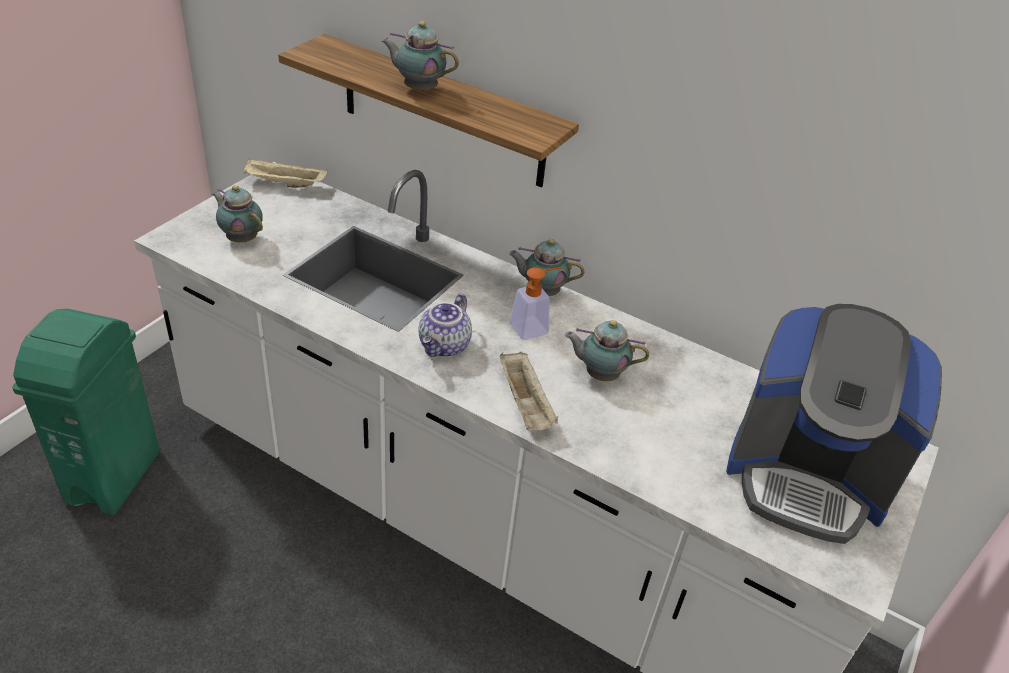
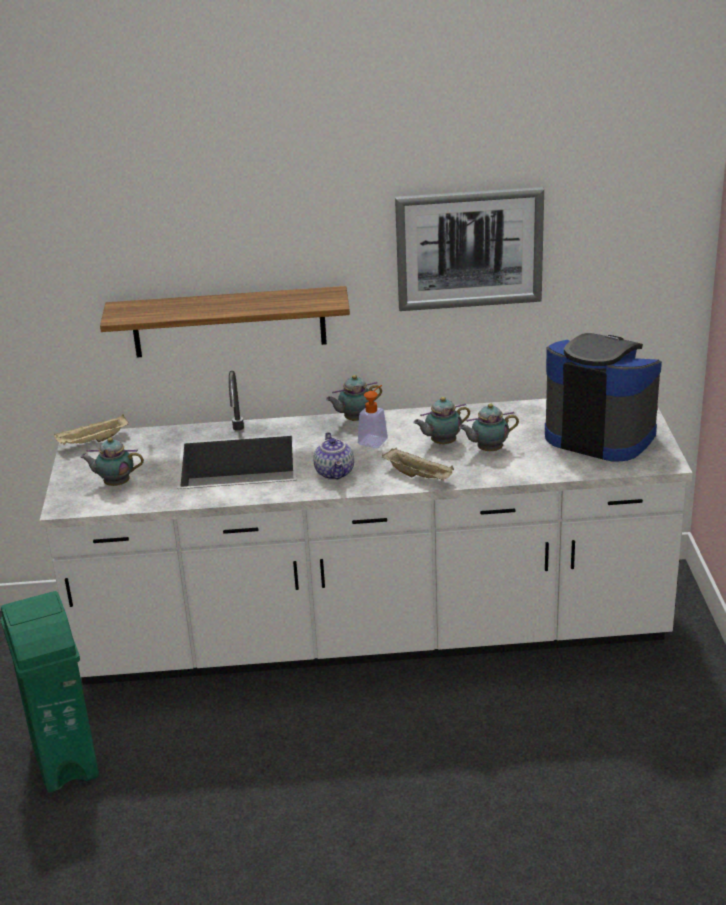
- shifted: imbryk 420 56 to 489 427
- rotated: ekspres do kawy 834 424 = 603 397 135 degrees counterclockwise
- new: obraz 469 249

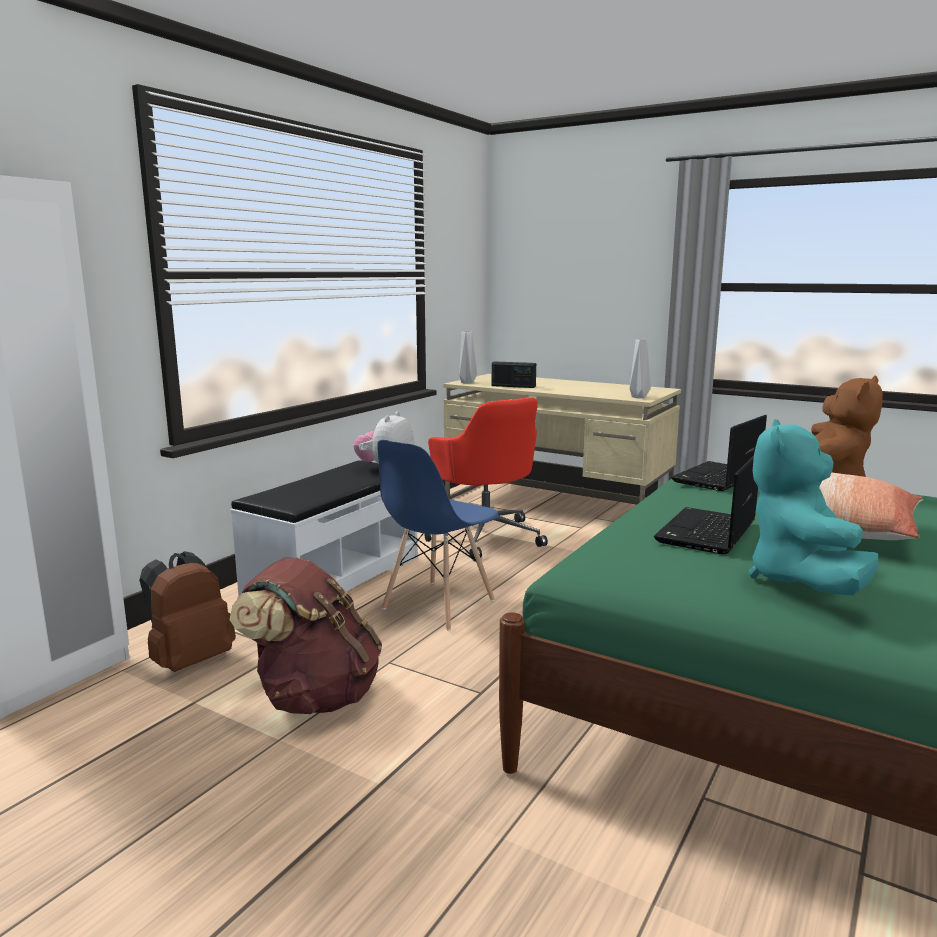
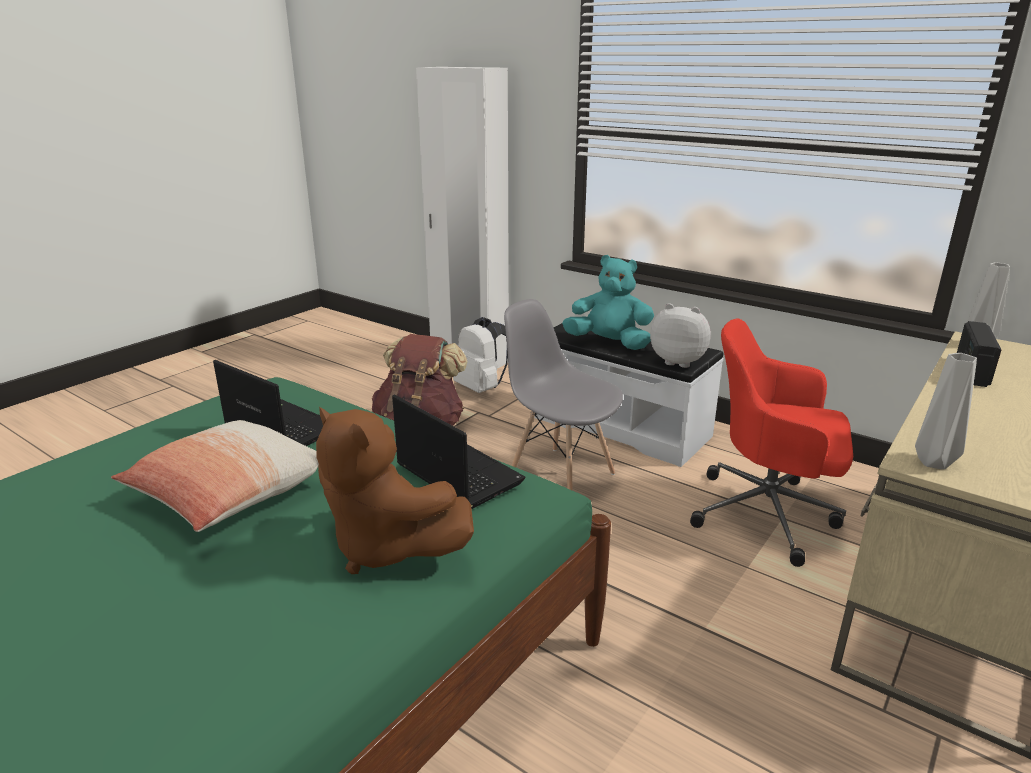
- rotated: krzesło biurowe/czerwony 486 477 = 771 442 45 degrees clockwise
- shifted: pluszak/turkusowy 814 507 to 608 302
- repainted: krzesło/niebieski 438 535 to krzesło/szary 563 394
- repainted: plecak/brązowy 187 611 to plecak/biały 480 355

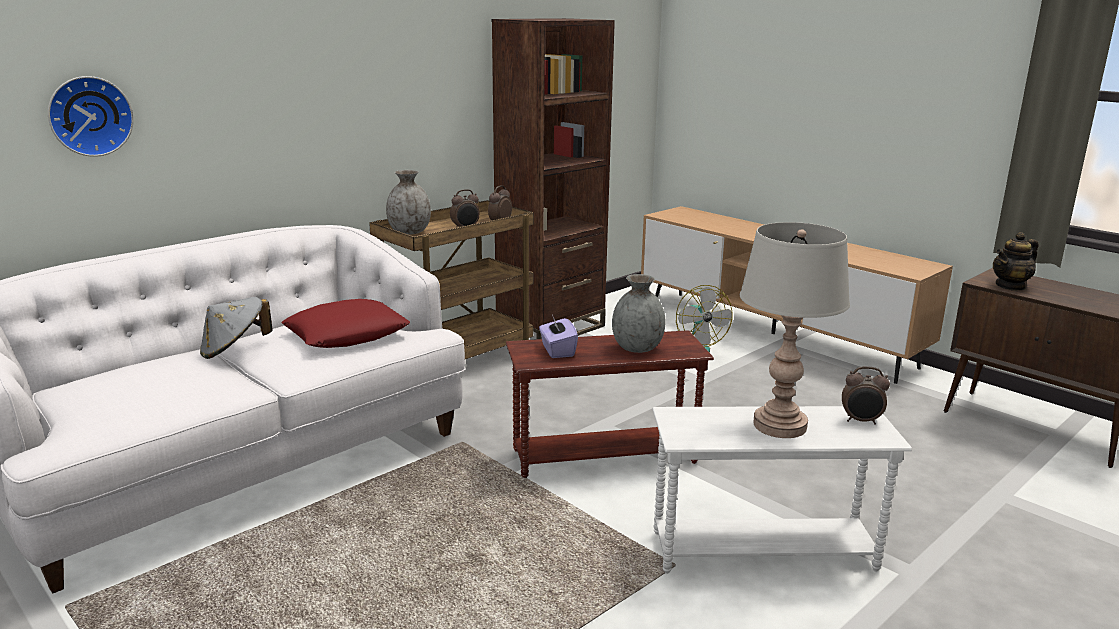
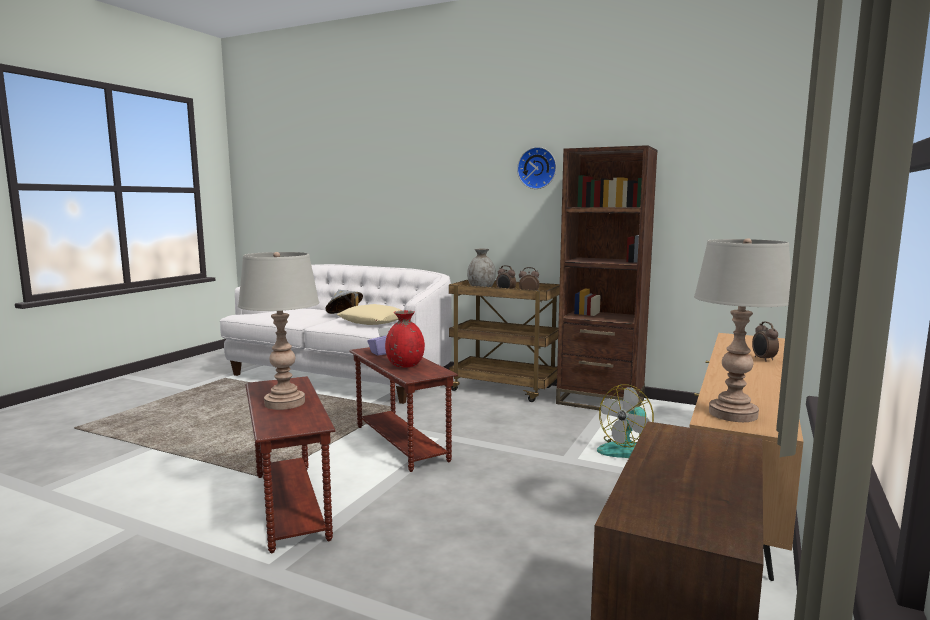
- shifted: zegar ścienny 91 116 to 536 168
- gone: imbryk 1016 261
- repainted: wazon/szary 638 313 to wazon/czerwony 405 339
- repainted: poduszka/czerwony 345 323 to poduszka/beżowy 369 314
- shifted: budzik 866 395 to 765 341
- repainted: stolik/biały 782 490 to stolik/brązowy 290 464
- new: lampa stołowa/szary 742 330

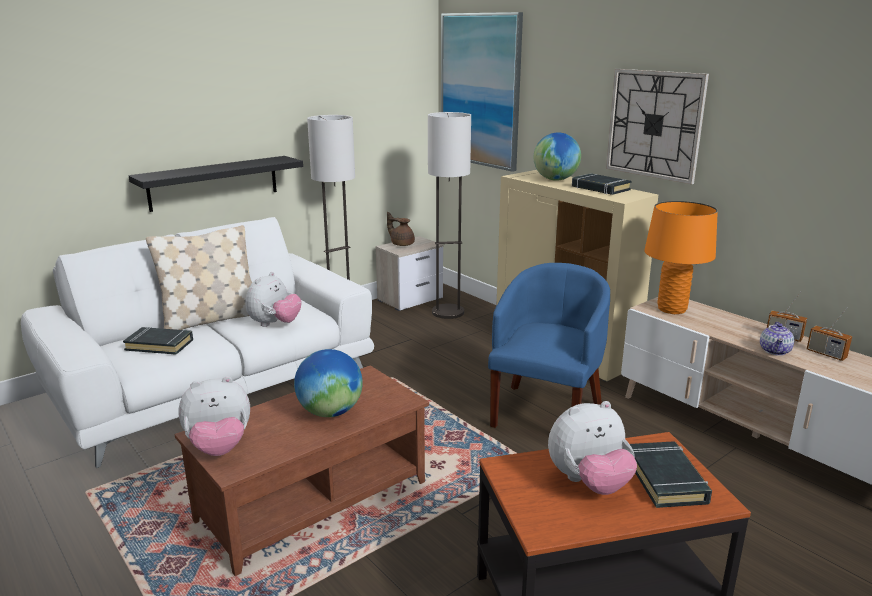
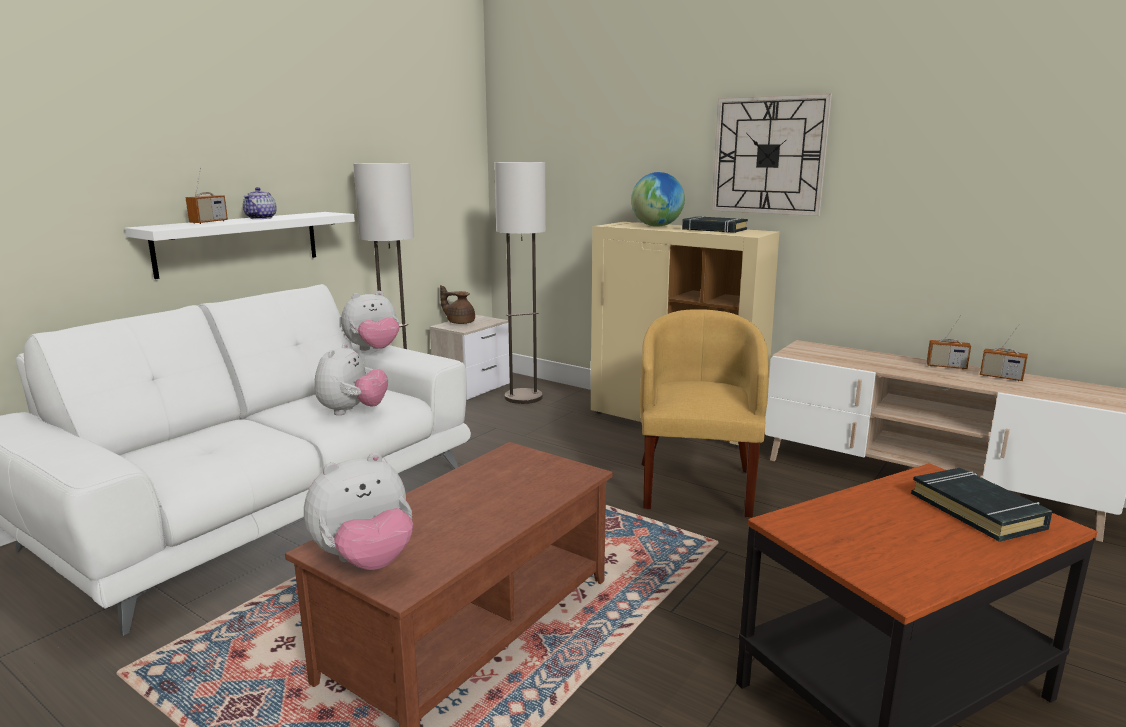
- gone: obraz 482 92
- repainted: półka/czarny 216 184 to półka/biały 240 245
- gone: lampa stołowa/pomarańczowy 681 257
- gone: poduszka/beżowy 199 277
- repainted: fotel/niebieski 549 345 to fotel/żółty 704 413
- shifted: imbryk 777 339 to 260 203
- gone: książka/czarny 158 341
- gone: globus 328 383
- shifted: pluszak 592 448 to 370 321
- new: radio 206 195

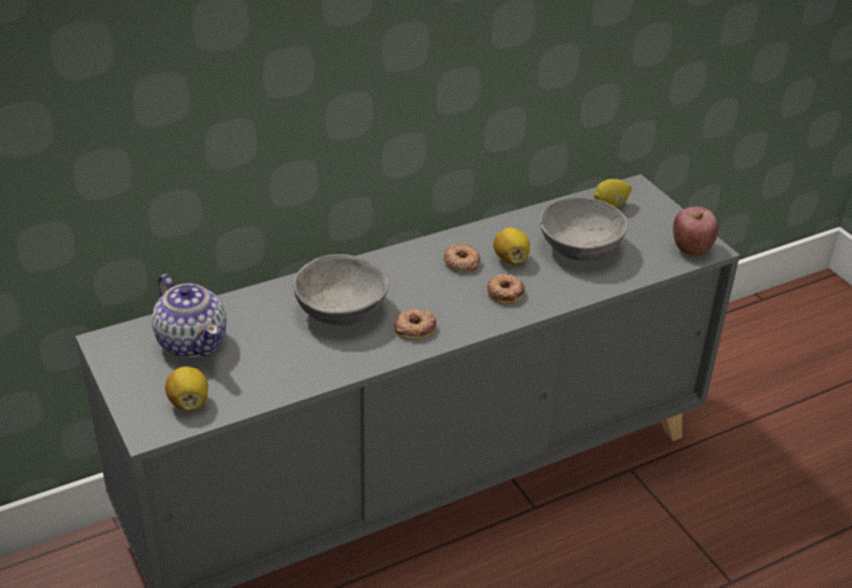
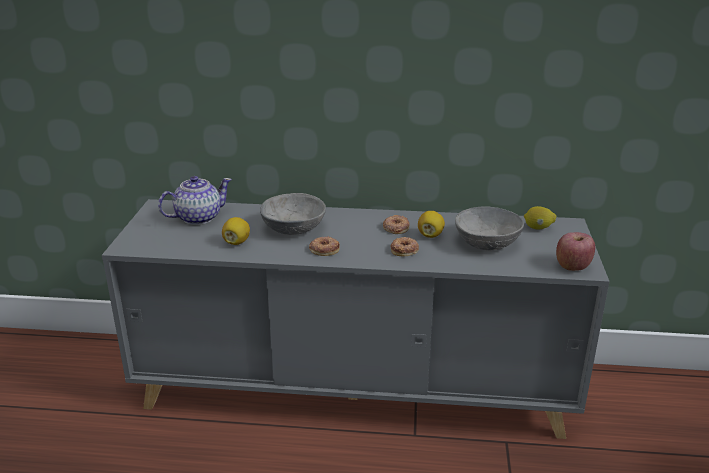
- rotated: imbryk 189 316 = 195 200 120 degrees counterclockwise
- shifted: cytryna 186 388 to 236 231

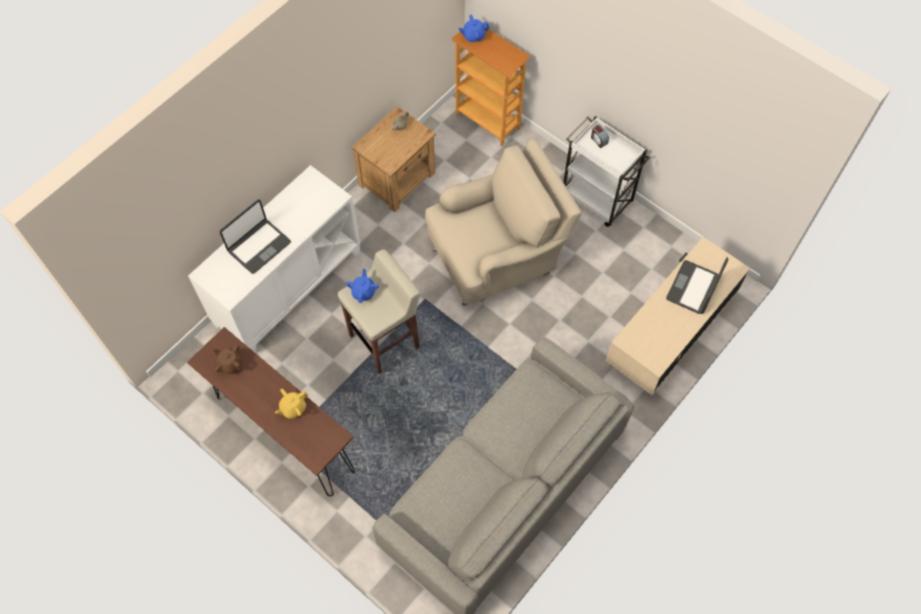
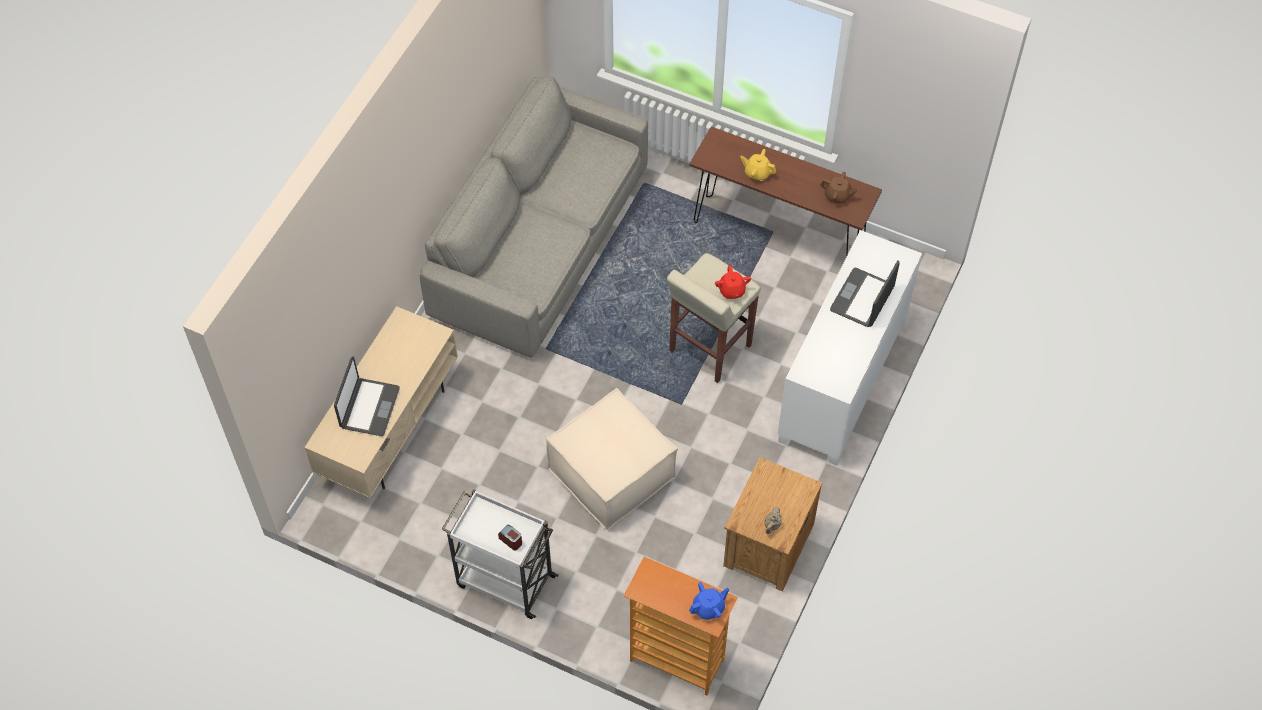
- swapped: fotel/beżowy 503 222 to pufa/beżowy 612 459
- repainted: imbryk/niebieski 362 286 to imbryk/czerwony 733 282
- rotated: imbryk/żółty 291 404 = 758 165 105 degrees counterclockwise

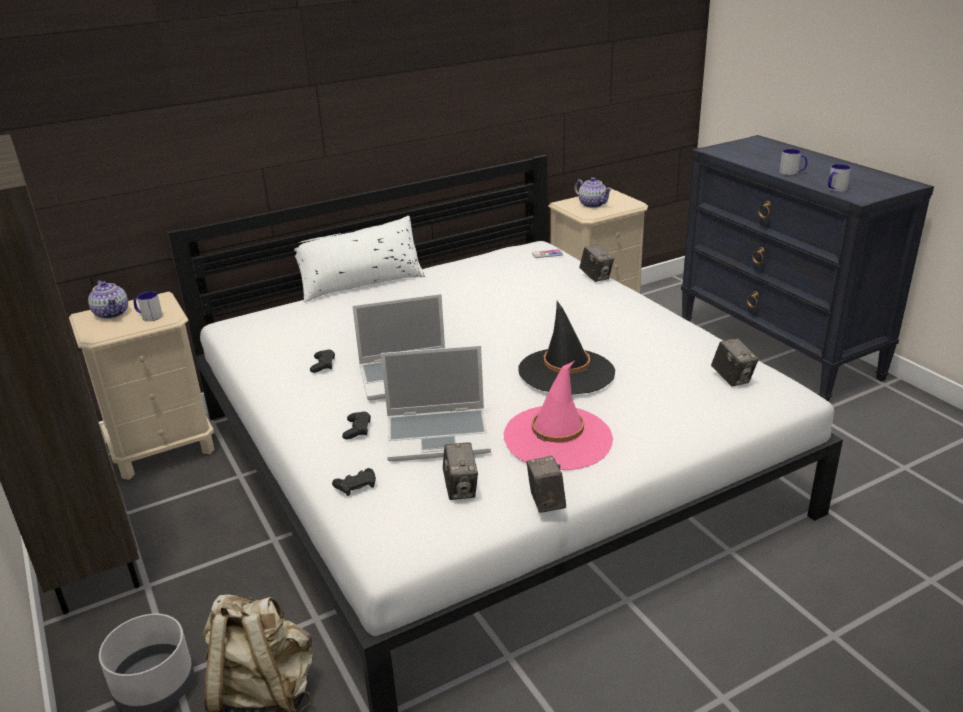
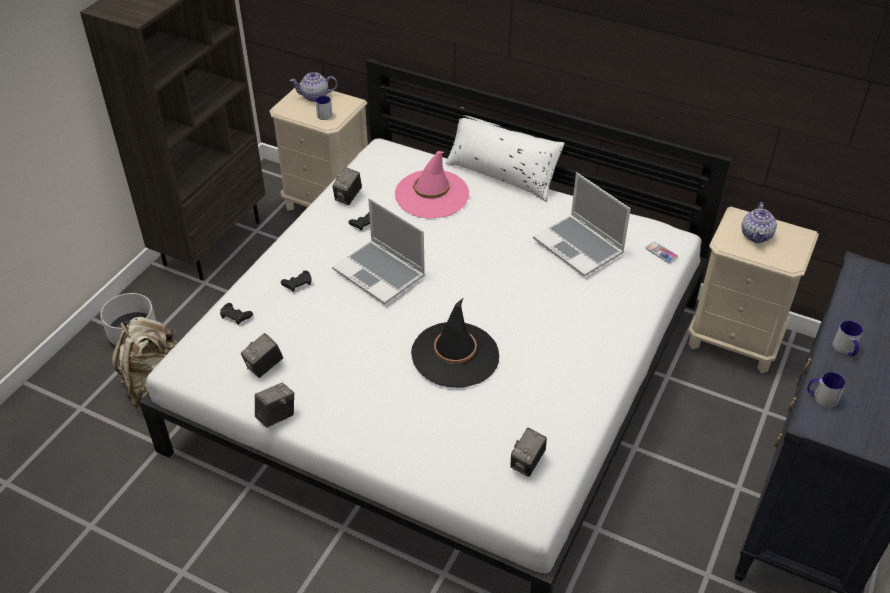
- shifted: aparat fotograficzny 597 263 to 347 186
- rotated: imbryk 108 299 = 313 87 60 degrees clockwise
- shifted: laptop 436 403 to 582 224
- shifted: kapelusz/różowy 558 415 to 432 185

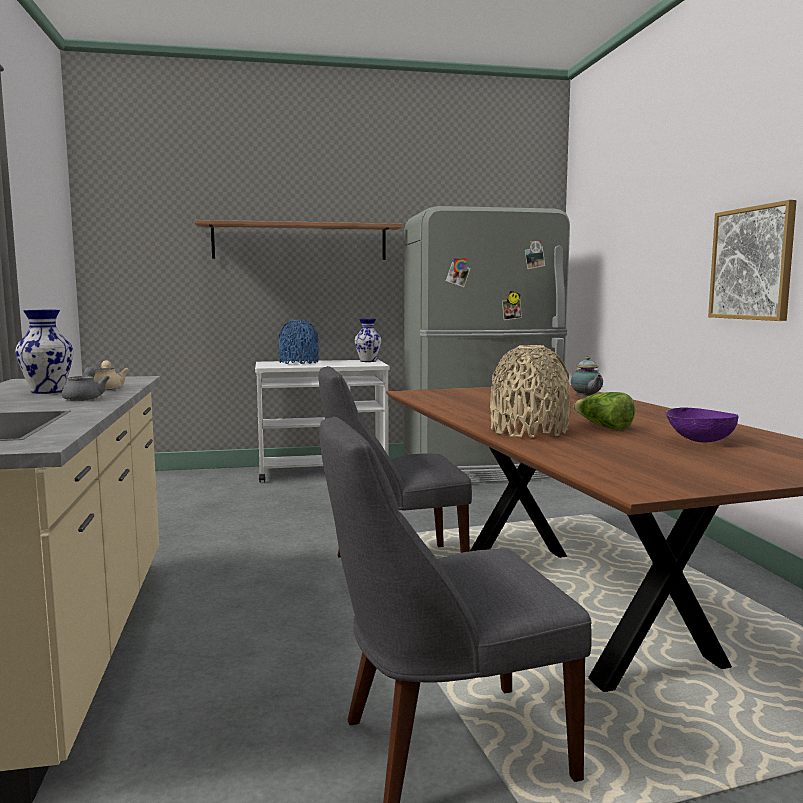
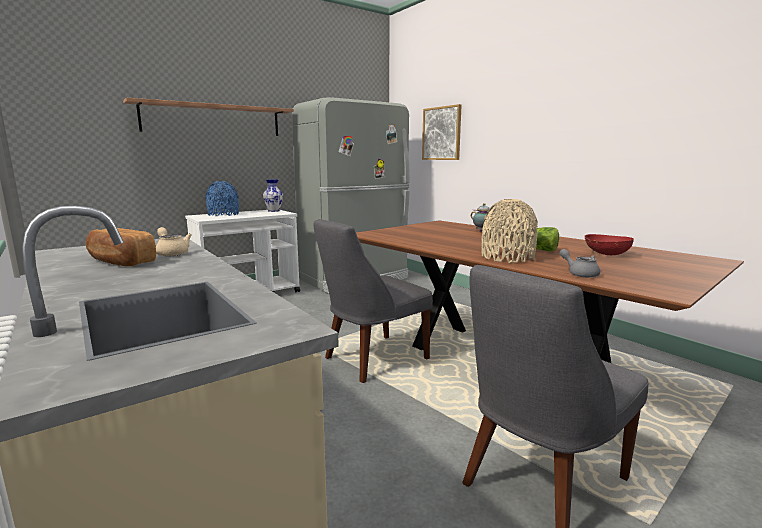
- shifted: obraz 752 260 to 442 132
- swapped: wazon 44 352 to chleb 121 247
- shifted: imbryk/szary 86 384 to 579 263
- repainted: miska/fioletowy 702 425 to miska/czerwony 609 244

